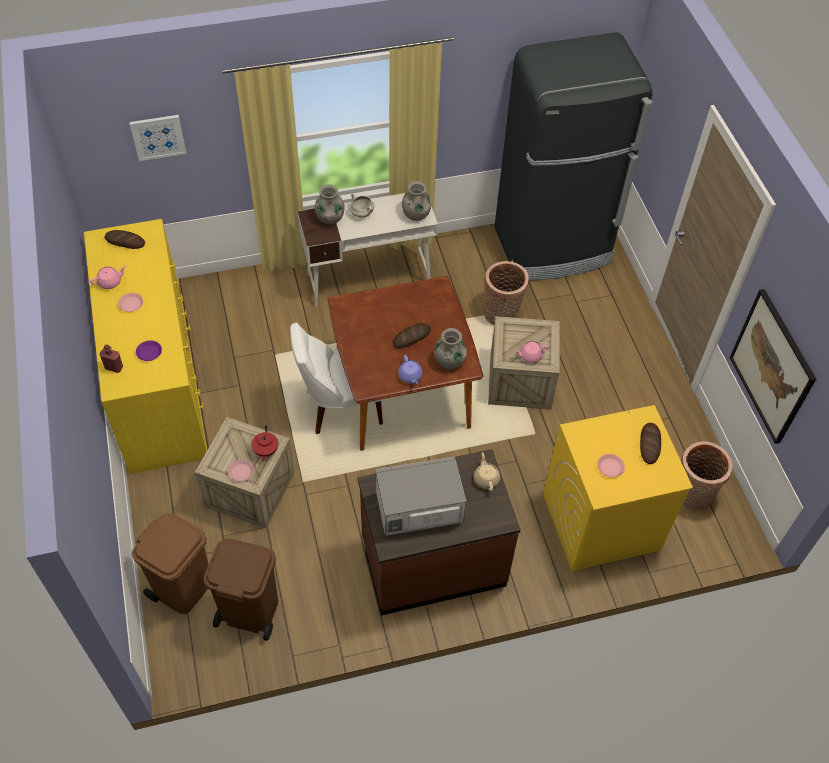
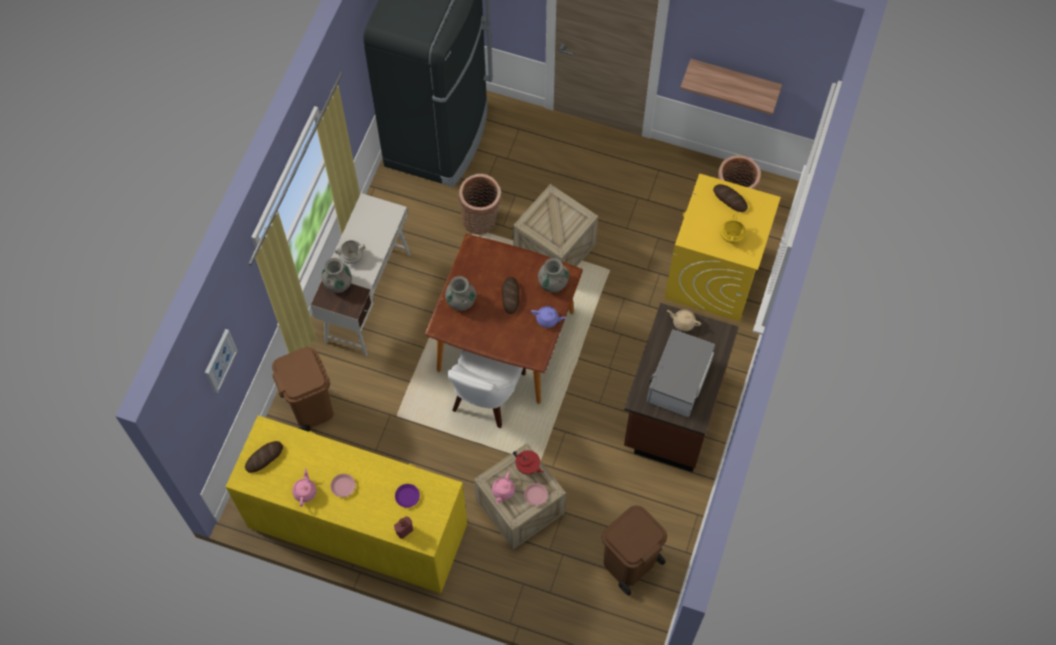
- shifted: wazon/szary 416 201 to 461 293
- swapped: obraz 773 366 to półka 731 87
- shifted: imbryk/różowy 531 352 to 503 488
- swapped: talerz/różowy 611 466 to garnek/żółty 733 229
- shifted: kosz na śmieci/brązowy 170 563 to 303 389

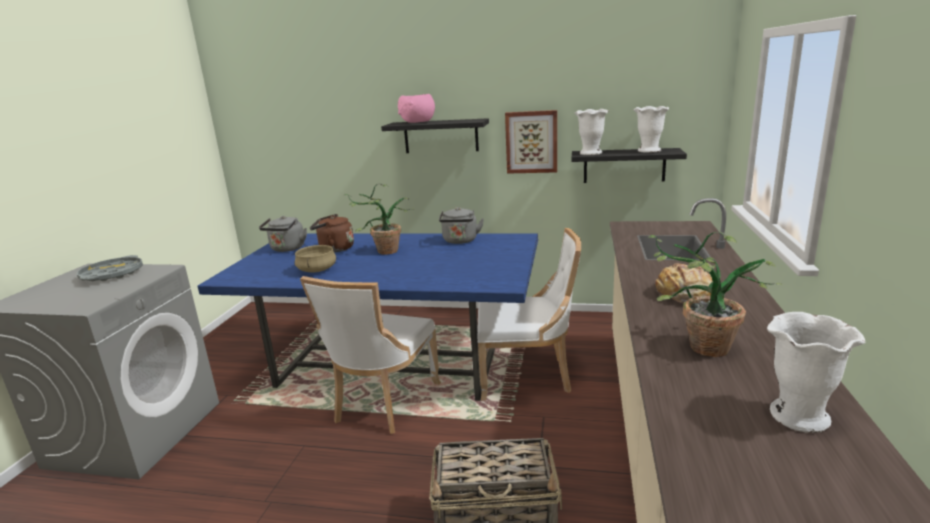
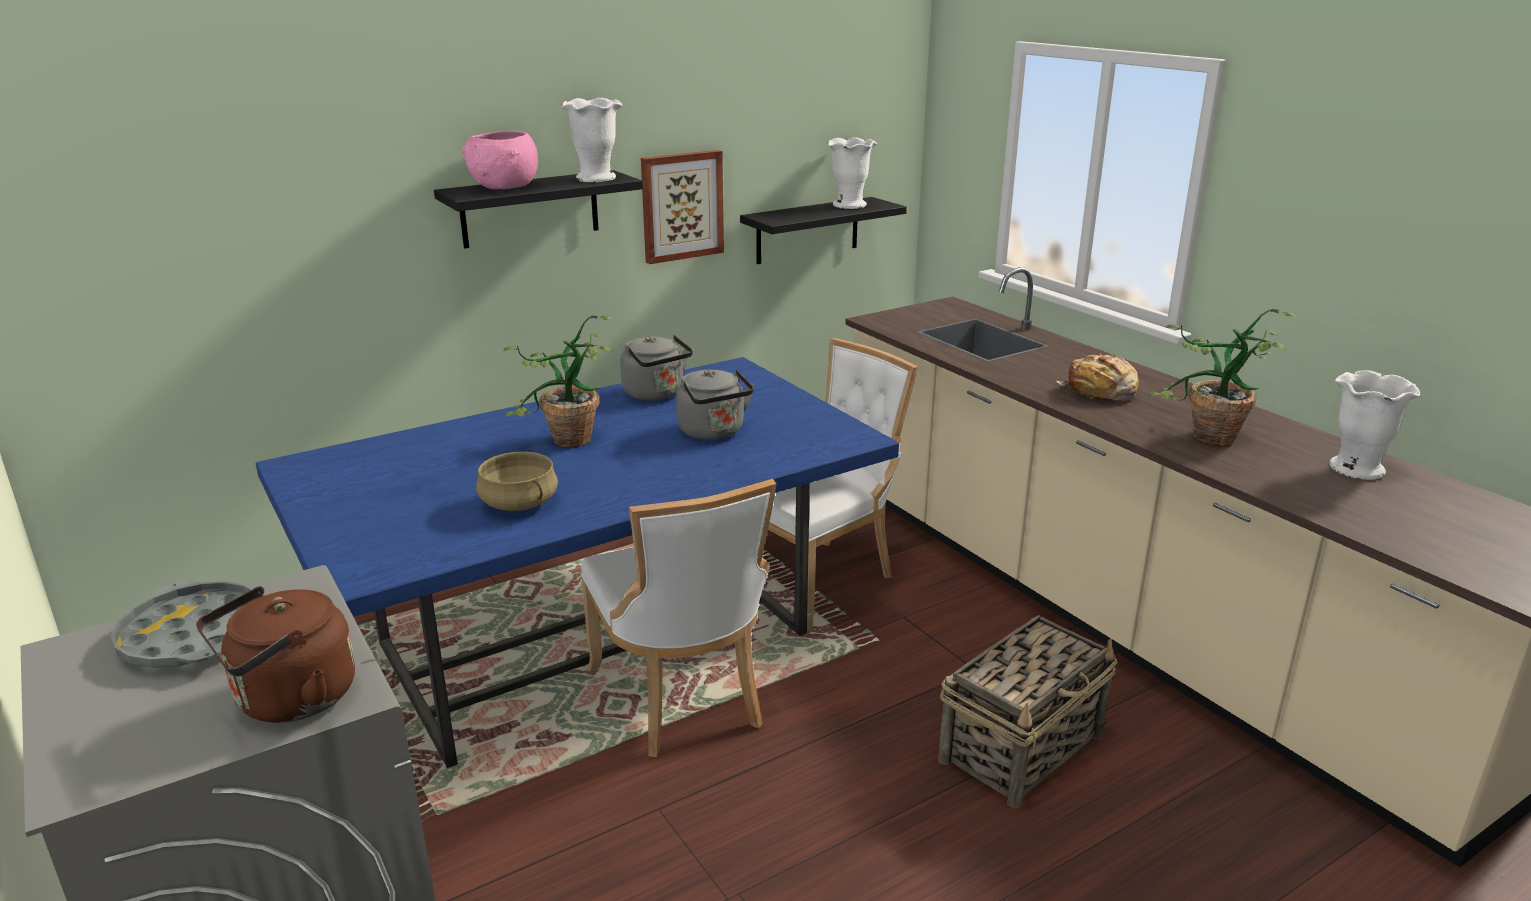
- shifted: wazon/biały 591 132 to 591 140
- shifted: czajnik/brązowy 332 233 to 275 654
- shifted: czajnik/szary 283 234 to 715 404

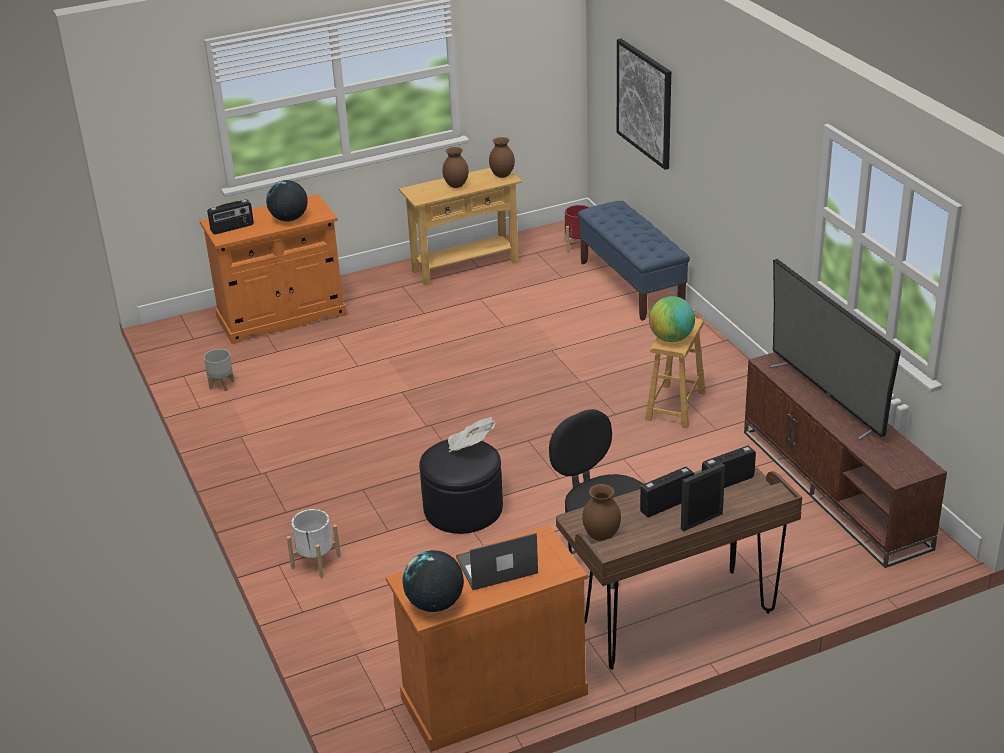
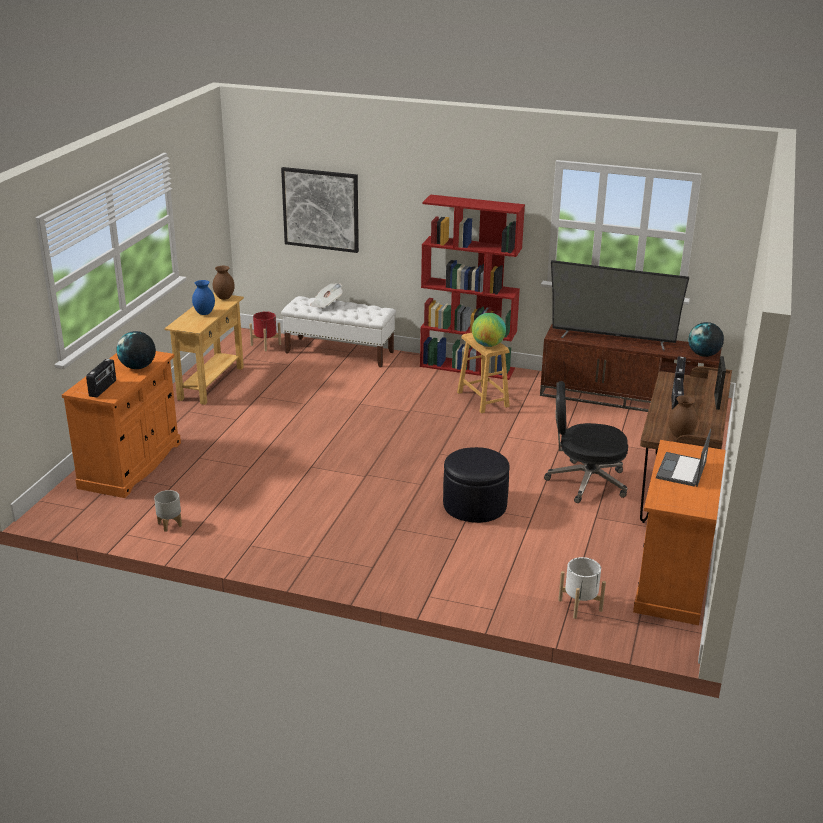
- repainted: wazon/brązowy 455 167 to wazon/niebieski 203 297
- repainted: ławka/niebieski 634 261 to ławka/biały 338 332
- shifted: gazeta 471 434 to 326 296
- shifted: donica/biały 314 543 to 582 588
- shifted: globus 433 581 to 706 339
- new: regał/czerwony 472 287

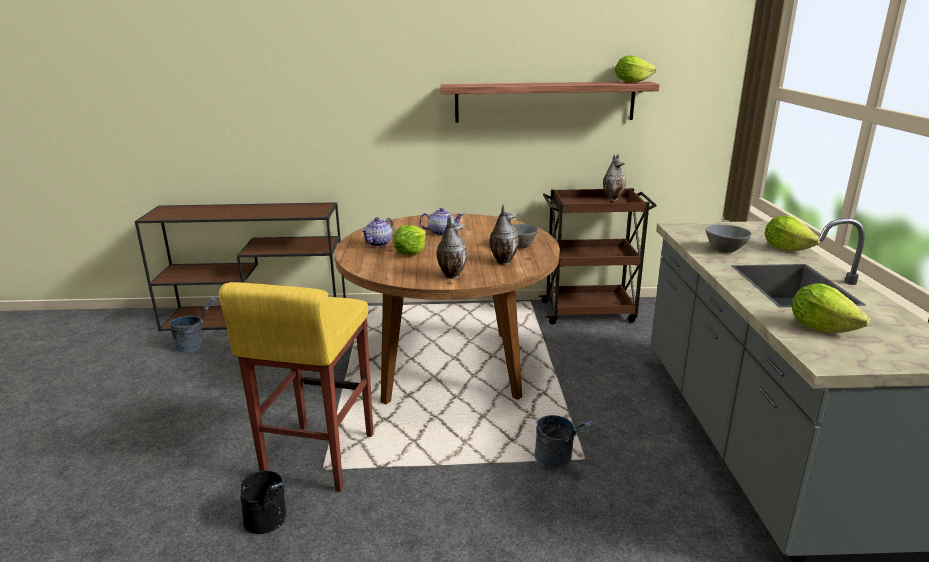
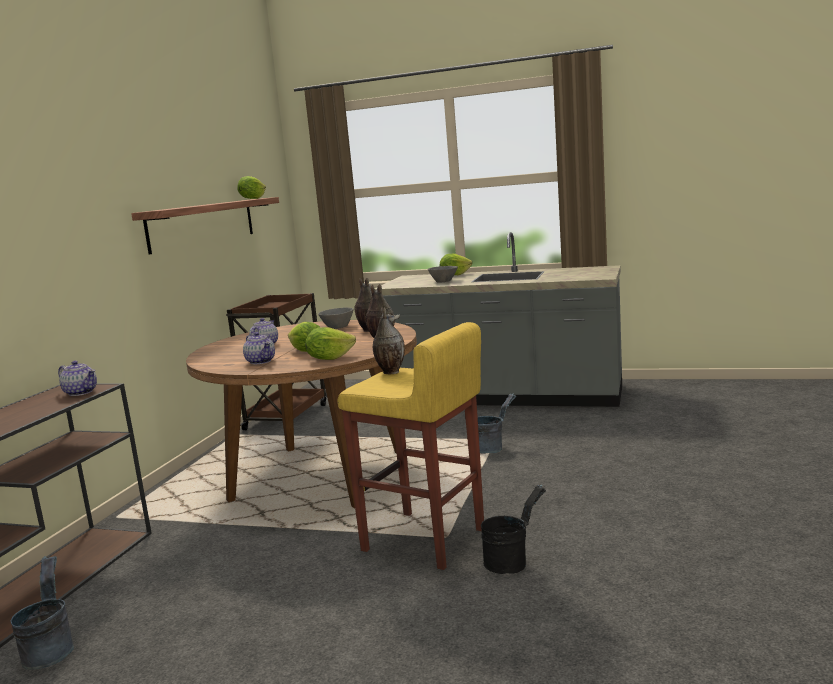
- shifted: wazon 614 177 to 389 340
- shifted: sałata 830 308 to 330 343
- new: imbryk 77 378

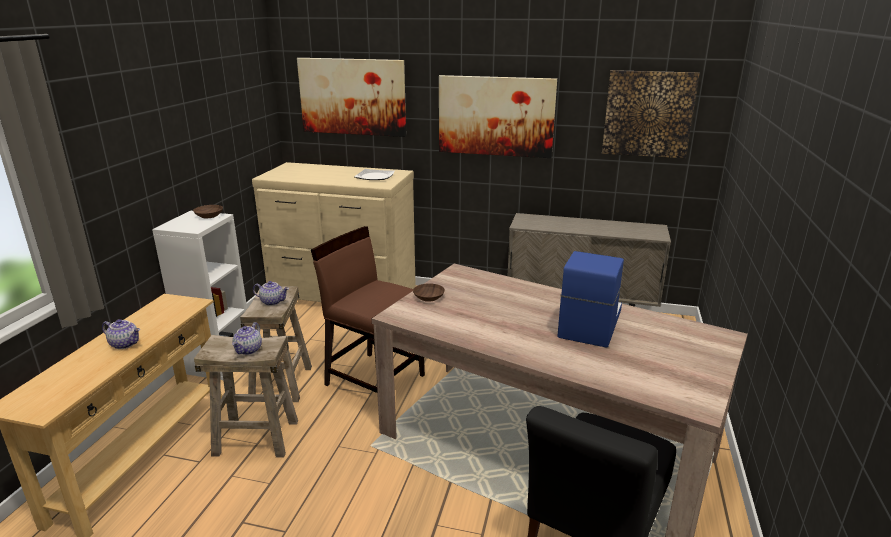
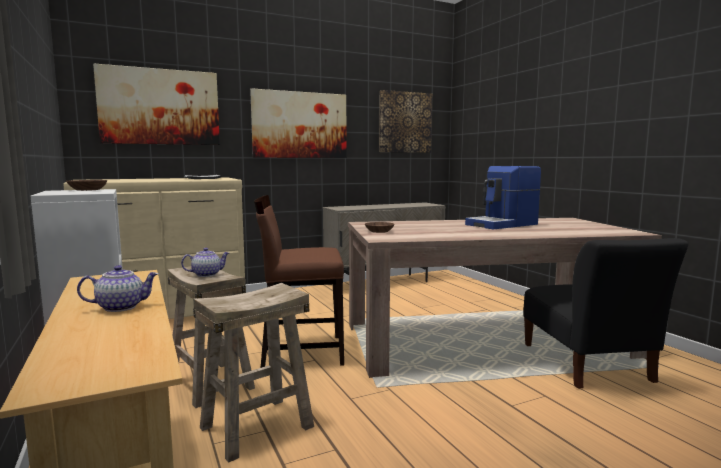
- rotated: ekspres do kawy 590 299 = 503 197 105 degrees counterclockwise
- gone: imbryk 247 338

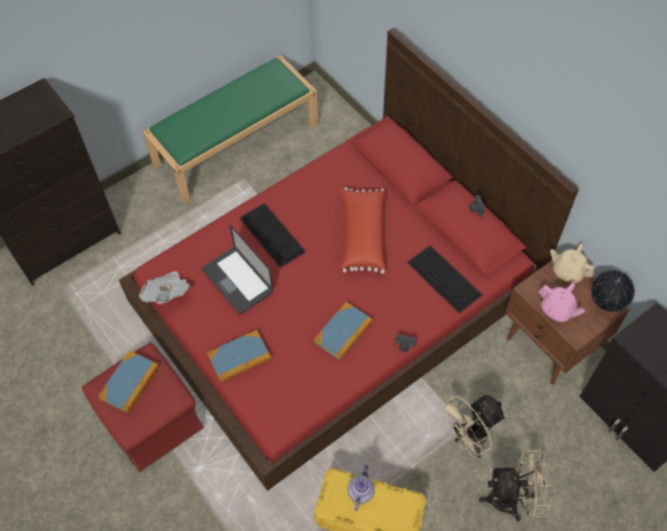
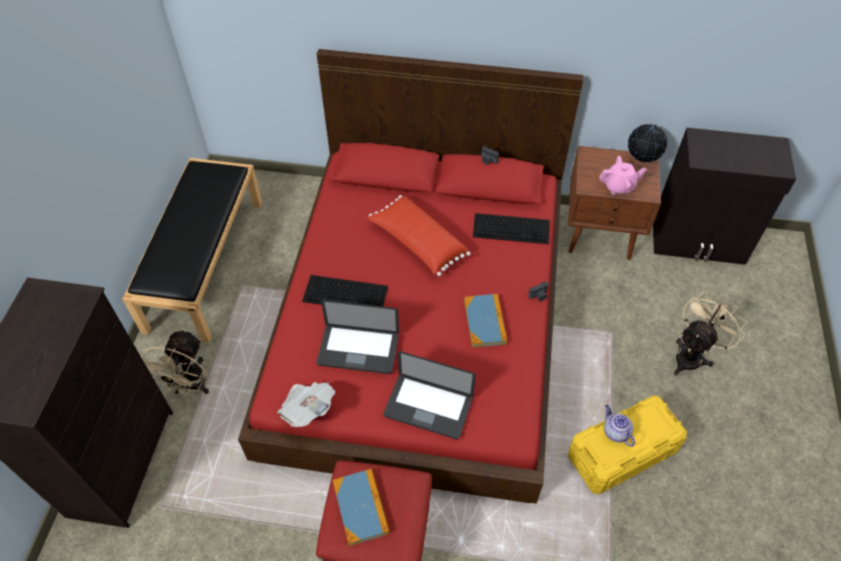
- repainted: ławka/zielony 230 129 to ławka/czarny 192 250
- gone: imbryk/beżowy 572 263
- swapped: książka 239 356 to laptop 429 395
- shifted: wentylator/beżowy 473 426 to 175 362

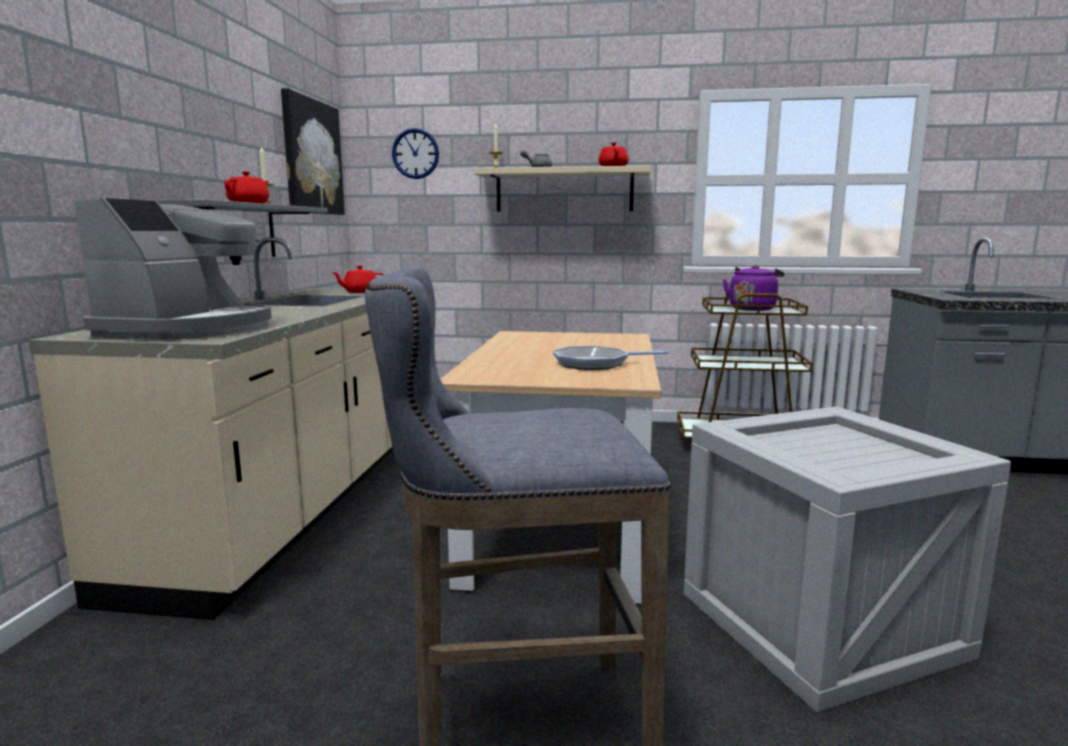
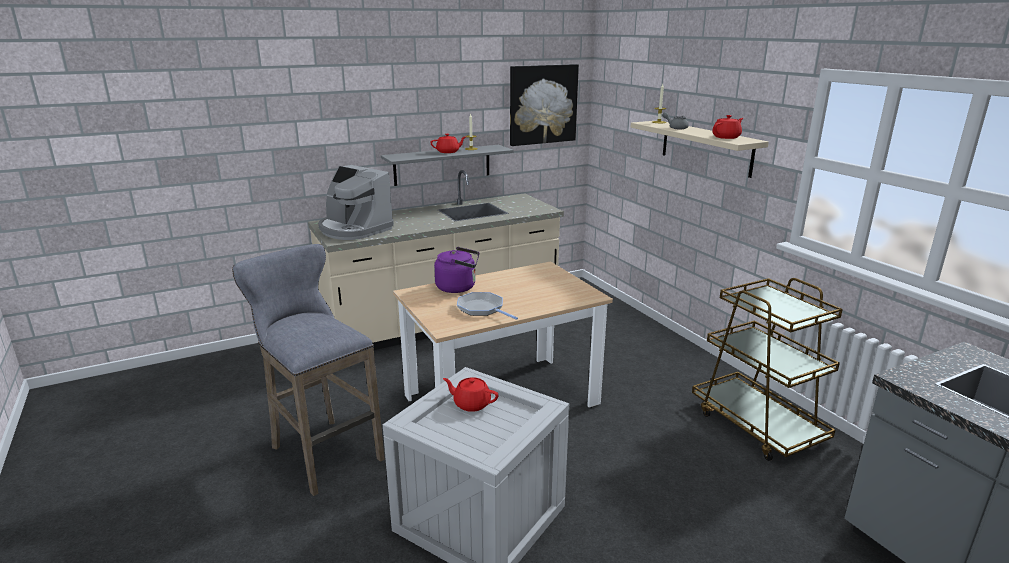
- gone: zegar ścienny 415 153
- rotated: ekspres do kawy 172 269 = 356 202 60 degrees clockwise
- shifted: czajnik/fioletowy 753 288 to 456 270
- shifted: imbryk/czerwony 357 279 to 471 394

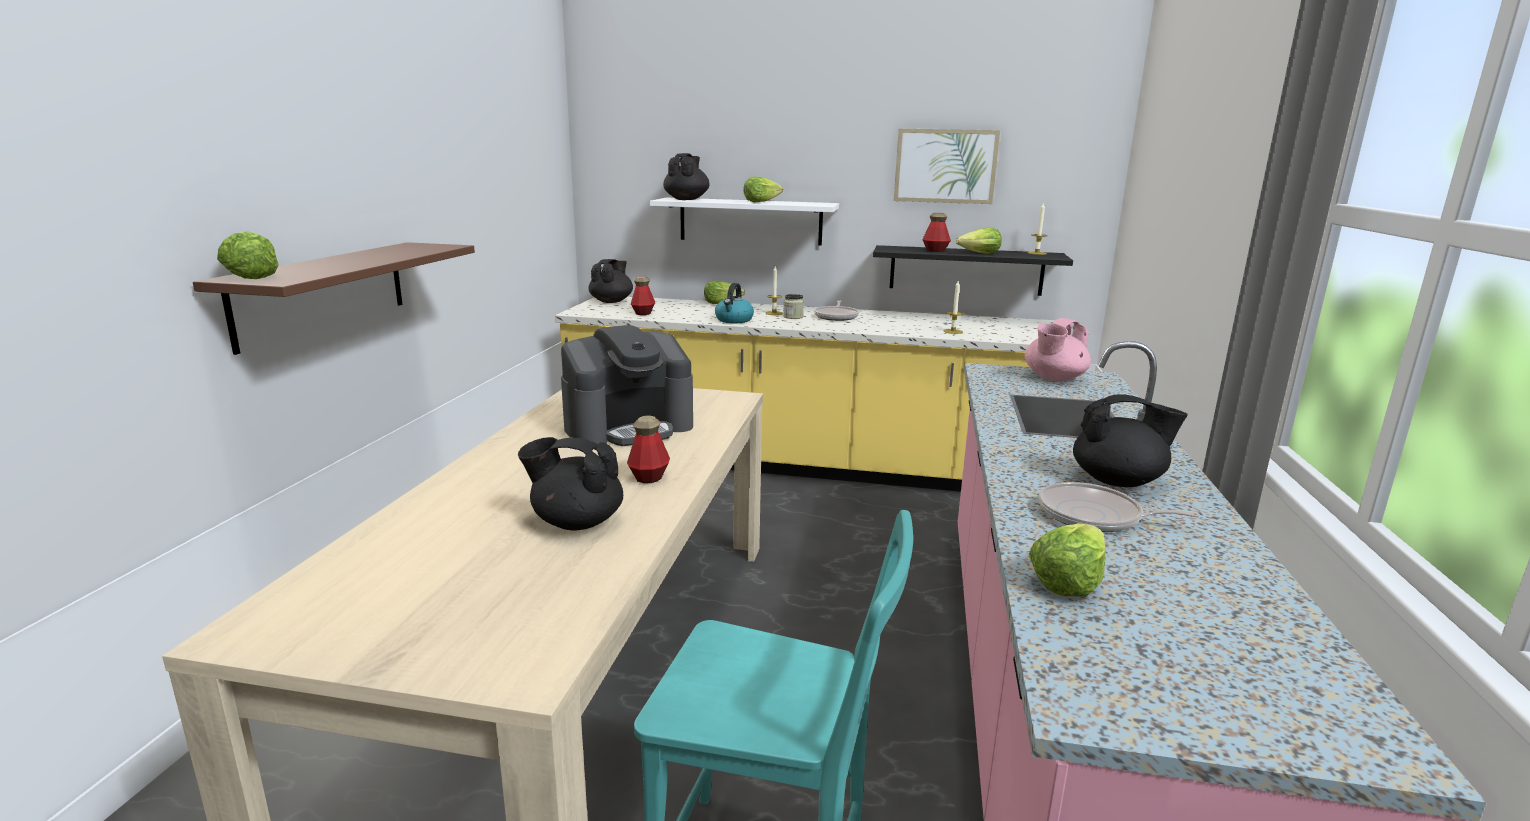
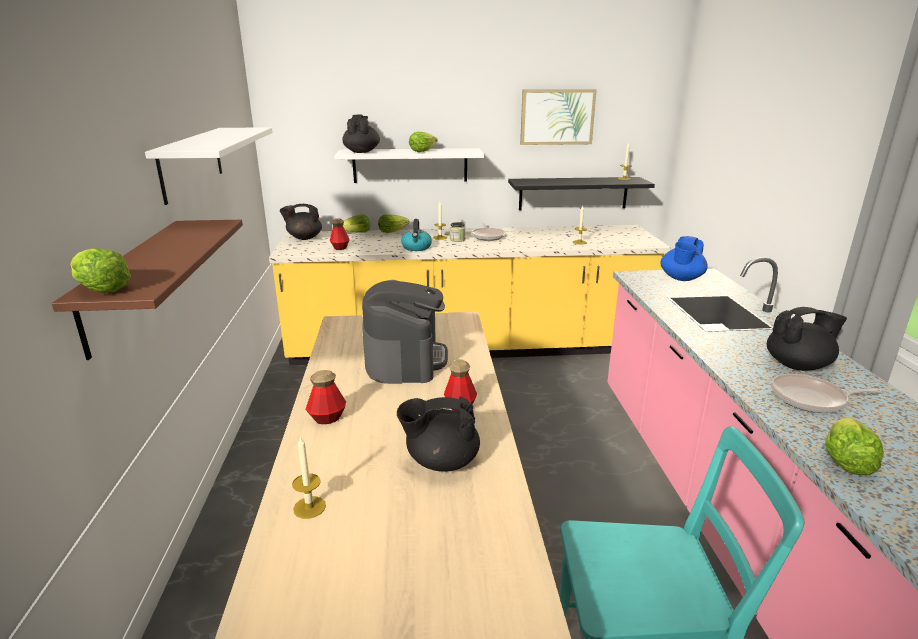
- shifted: butelka 937 232 to 325 397
- shifted: sałata 979 241 to 357 223
- rotated: imbryk/czarny 611 281 = 301 222 105 degrees counterclockwise
- repainted: imbryk/różowy 1057 349 to imbryk/niebieski 684 258
- rotated: ekspres do kawy 627 385 = 405 332 45 degrees counterclockwise
- new: półka/biały 209 166
- new: świeca 309 477

